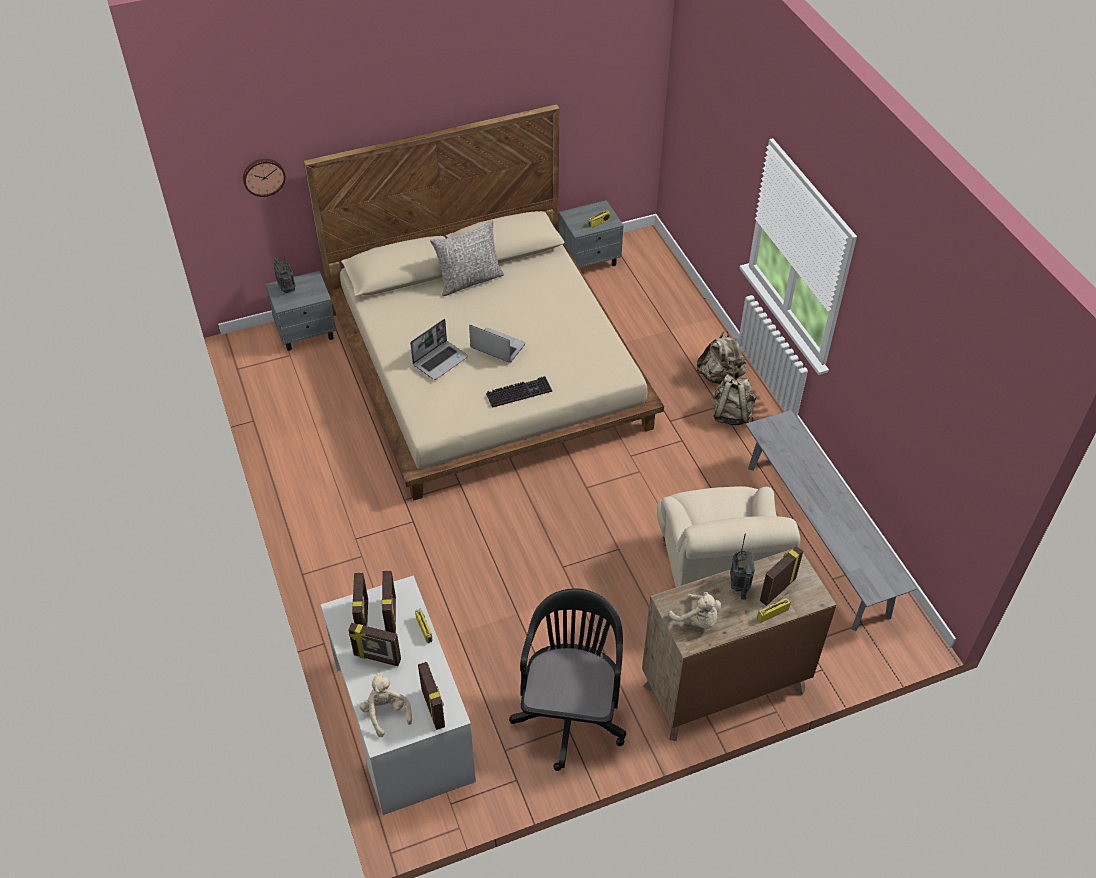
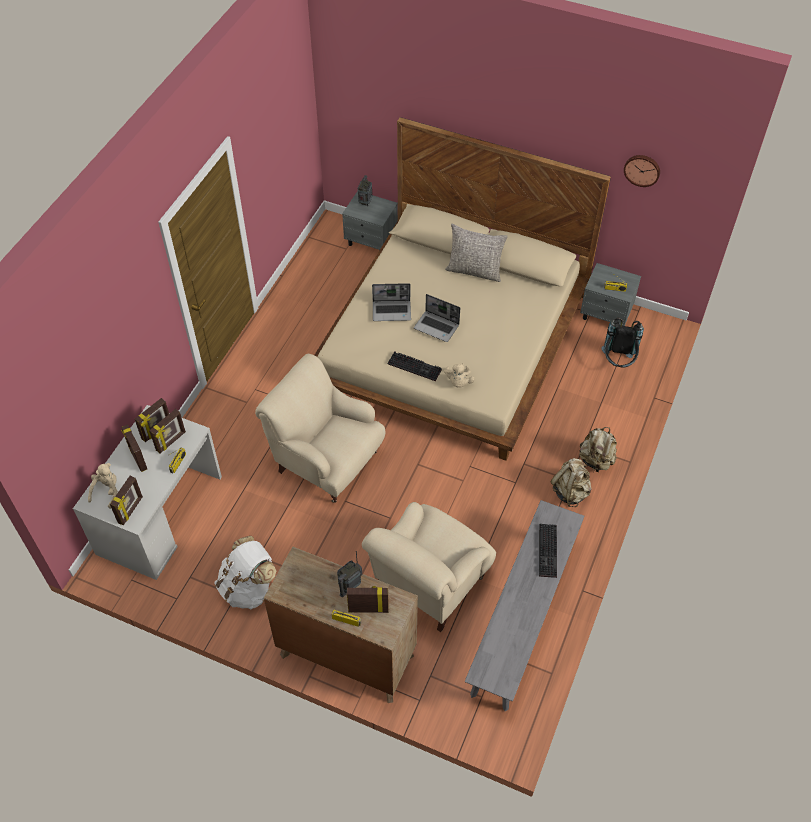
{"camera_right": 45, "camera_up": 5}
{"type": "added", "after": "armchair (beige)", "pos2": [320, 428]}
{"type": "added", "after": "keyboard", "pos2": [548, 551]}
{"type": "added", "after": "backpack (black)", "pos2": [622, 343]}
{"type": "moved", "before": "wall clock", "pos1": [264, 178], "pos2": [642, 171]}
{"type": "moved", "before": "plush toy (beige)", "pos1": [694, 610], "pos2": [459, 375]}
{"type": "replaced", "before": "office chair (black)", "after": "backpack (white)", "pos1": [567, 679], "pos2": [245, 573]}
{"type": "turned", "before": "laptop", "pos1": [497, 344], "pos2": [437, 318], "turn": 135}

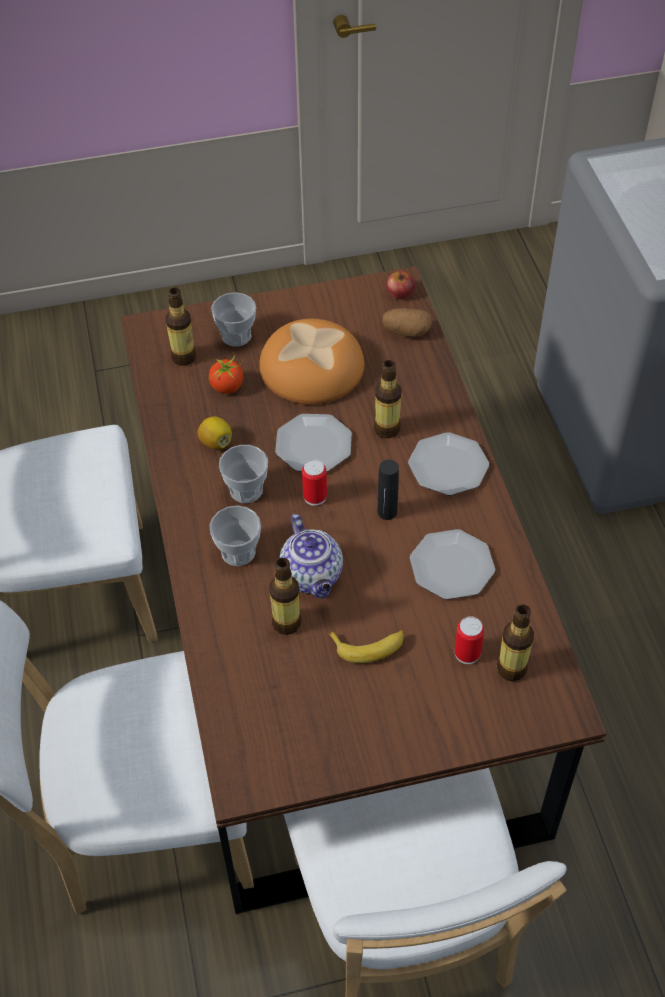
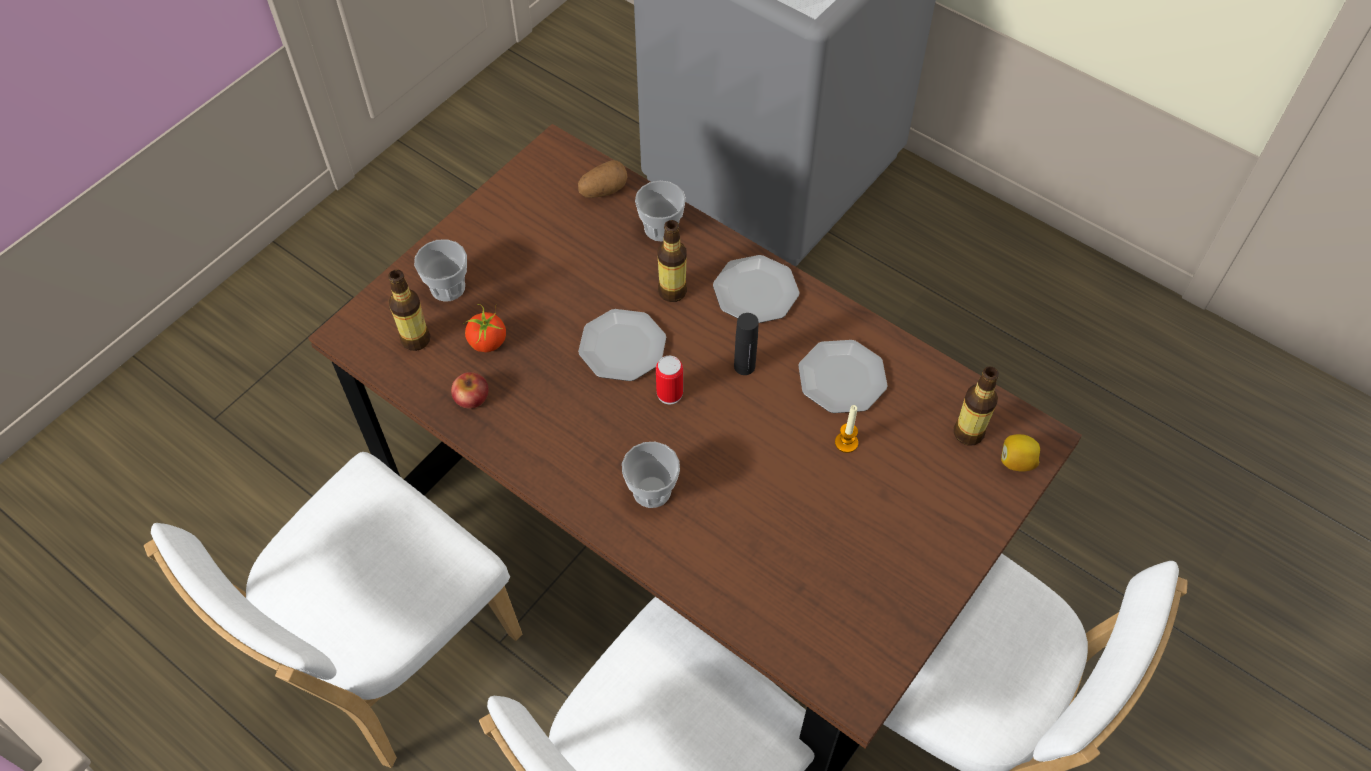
{"camera_right": -40, "camera_up": 5}
{"type": "removed", "before": "bread", "pos1": [311, 361]}
{"type": "removed", "before": "bottle", "pos1": [285, 596]}
{"type": "removed", "before": "teapot", "pos1": [311, 556]}
{"type": "removed", "before": "banana", "pos1": [366, 646]}
{"type": "removed", "before": "can", "pos1": [469, 640]}
{"type": "added", "after": "candle", "pos2": [846, 429]}
{"type": "moved", "before": "lemon", "pos1": [215, 433], "pos2": [1020, 452]}
{"type": "moved", "before": "cup", "pos1": [243, 474], "pos2": [660, 210]}
{"type": "moved", "before": "apple", "pos1": [400, 285], "pos2": [469, 390]}

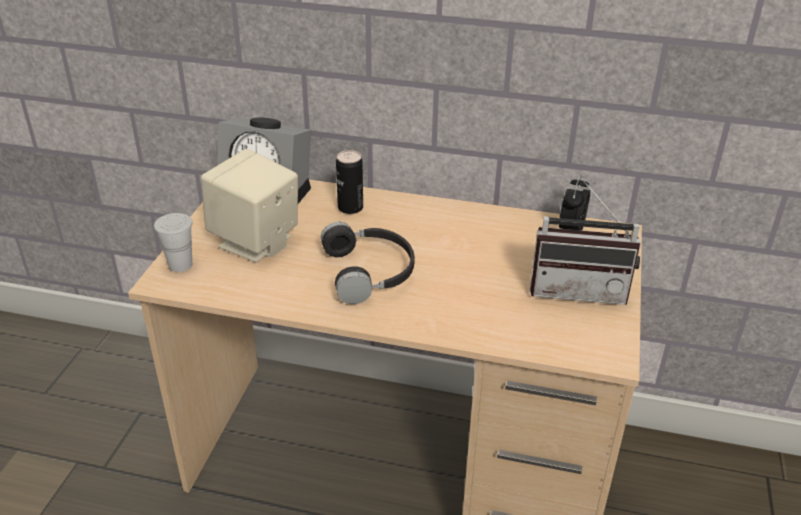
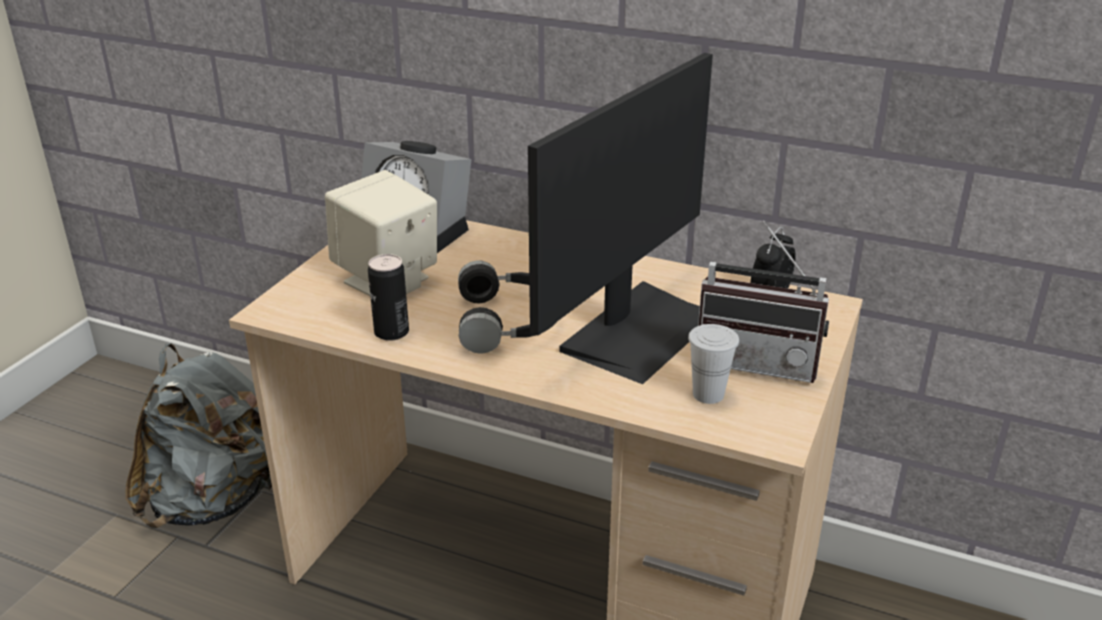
{"camera_right": 10, "camera_up": -5}
{"type": "added", "after": "backpack (grey)", "pos2": [198, 435]}
{"type": "added", "after": "monitor", "pos2": [620, 218]}
{"type": "moved", "before": "cup (white)", "pos1": [173, 242], "pos2": [713, 364]}
{"type": "moved", "before": "can", "pos1": [349, 182], "pos2": [388, 297]}

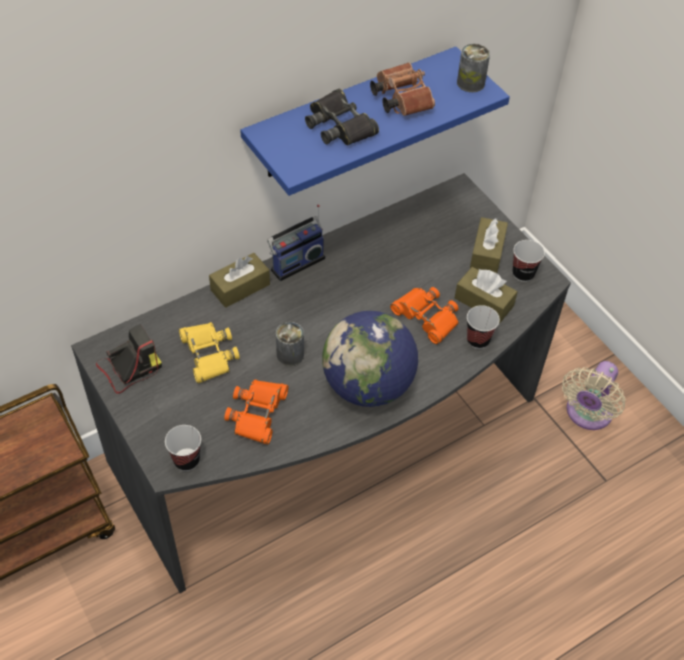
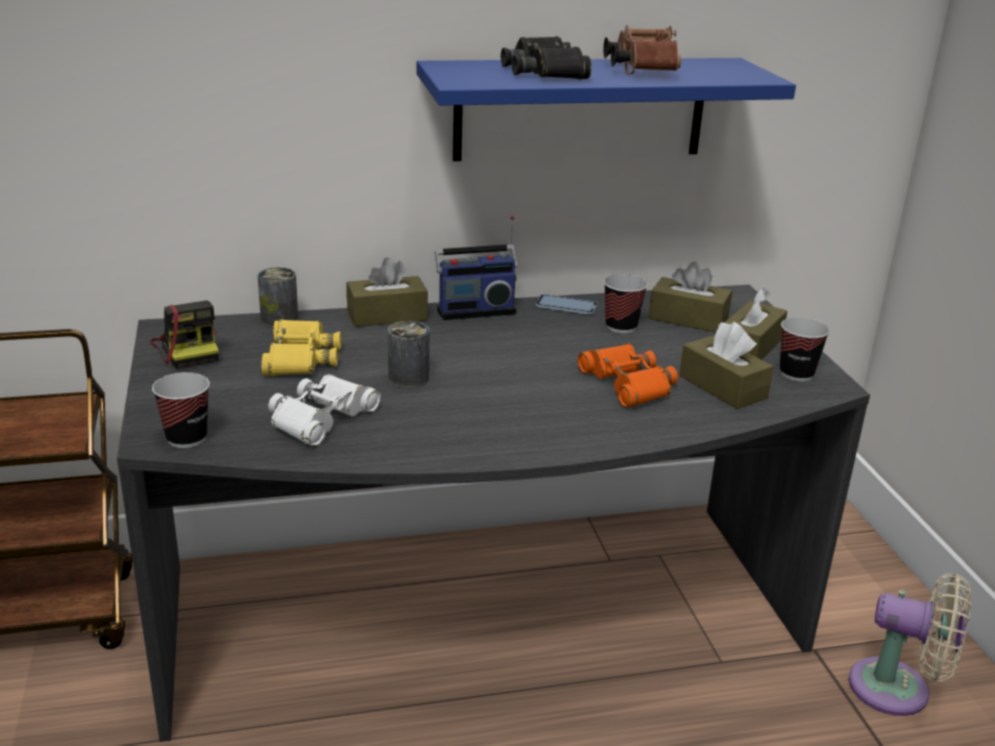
{"camera_right": 20, "camera_up": -25}
{"type": "removed", "before": "globe", "pos1": [370, 359]}
{"type": "added", "after": "phone", "pos2": [566, 304]}
{"type": "added", "after": "tissue box (brown)", "pos2": [690, 297]}
{"type": "moved", "before": "can", "pos1": [473, 68], "pos2": [278, 297]}
{"type": "moved", "before": "cup", "pos1": [483, 327], "pos2": [626, 303]}
{"type": "recoloured", "before": "binoculars (orange)", "after": "binoculars (white)", "pos1": [256, 412], "pos2": [324, 410]}
{"type": "turned", "before": "photo camera", "pos1": [129, 359], "pos2": [184, 334], "turn": 75}
{"type": "turned", "before": "fan (beige)", "pos1": [593, 395], "pos2": [910, 644], "turn": -120}

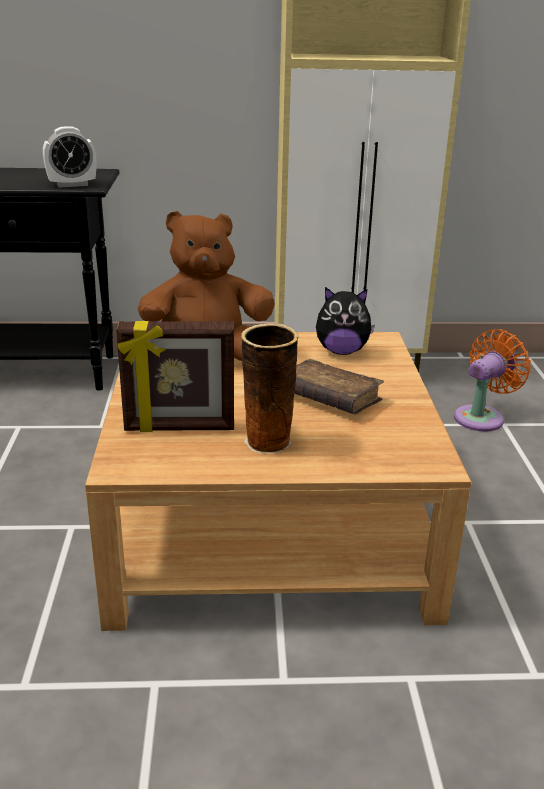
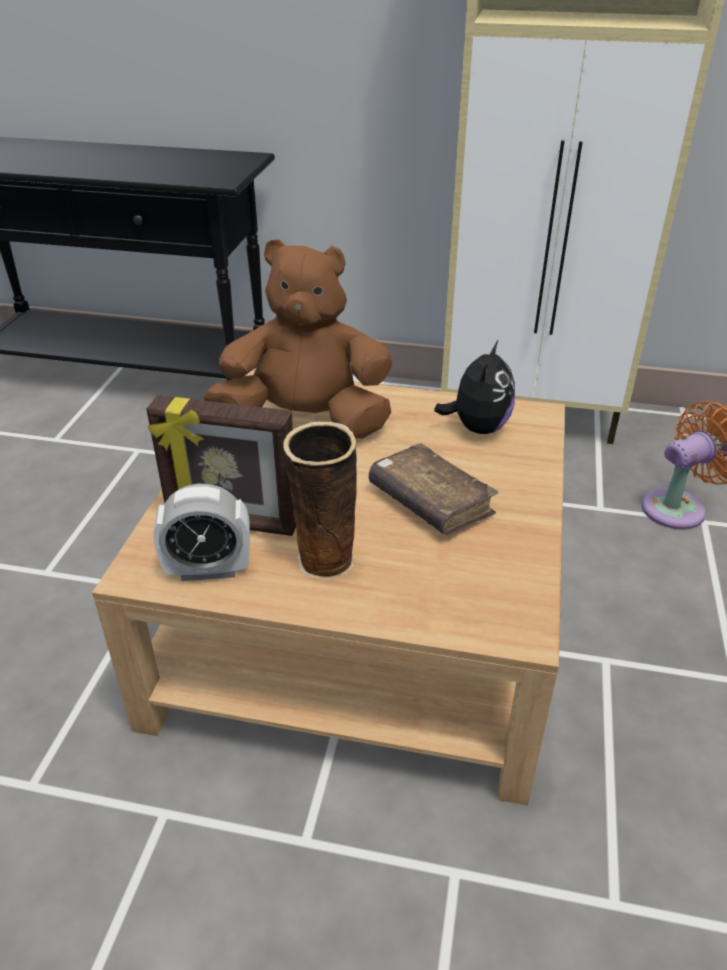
{"camera_right": 15, "camera_up": 10}
{"type": "moved", "before": "alarm clock", "pos1": [69, 157], "pos2": [202, 532]}
{"type": "turned", "before": "plush toy", "pos1": [345, 321], "pos2": [474, 387], "turn": -90}

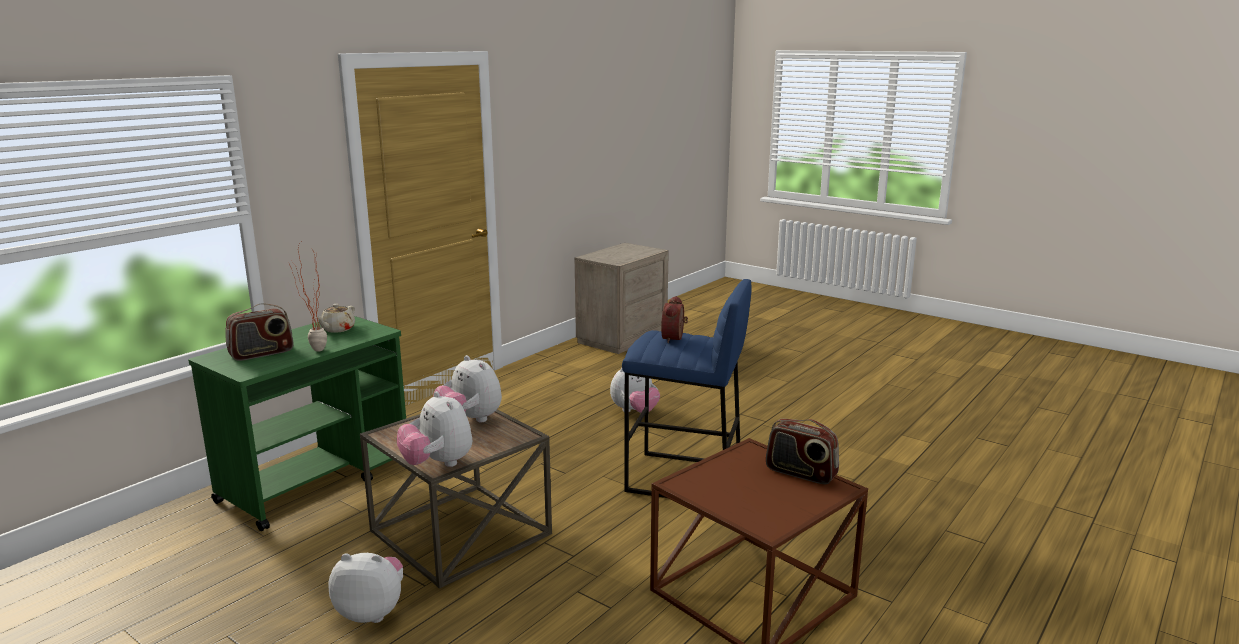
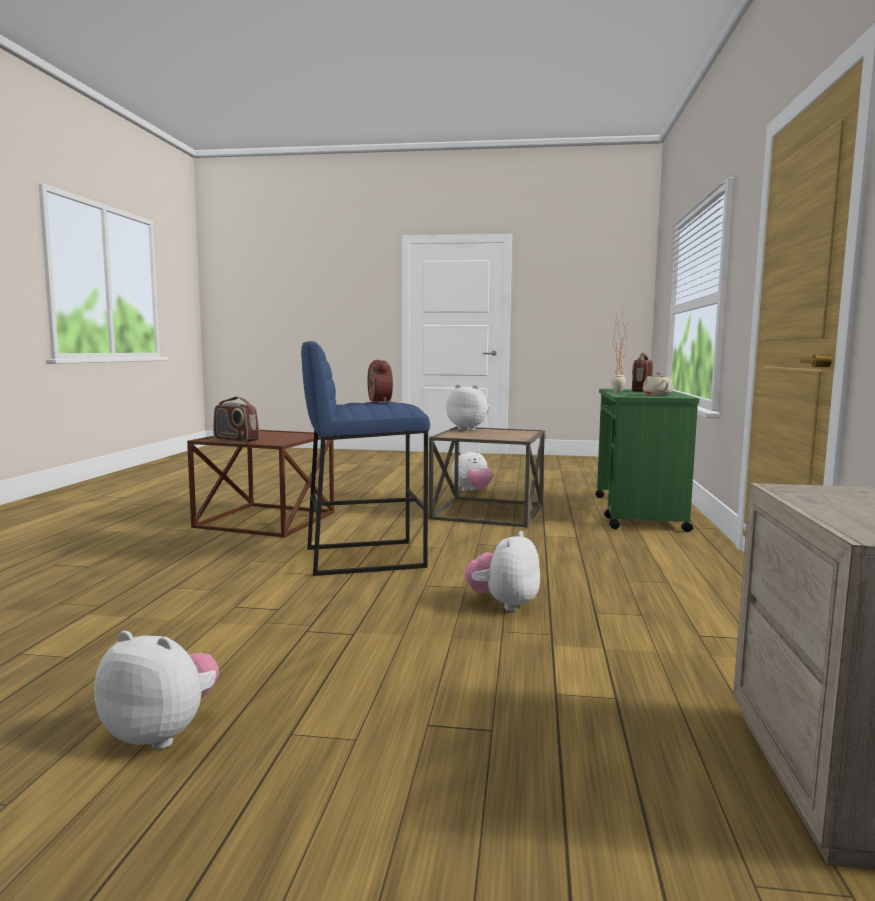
{"camera_right": 150, "camera_up": -10}
{"type": "moved", "before": "plush toy", "pos1": [467, 388], "pos2": [156, 690]}
{"type": "turned", "before": "radio", "pos1": [802, 451], "pos2": [236, 419], "turn": -150}

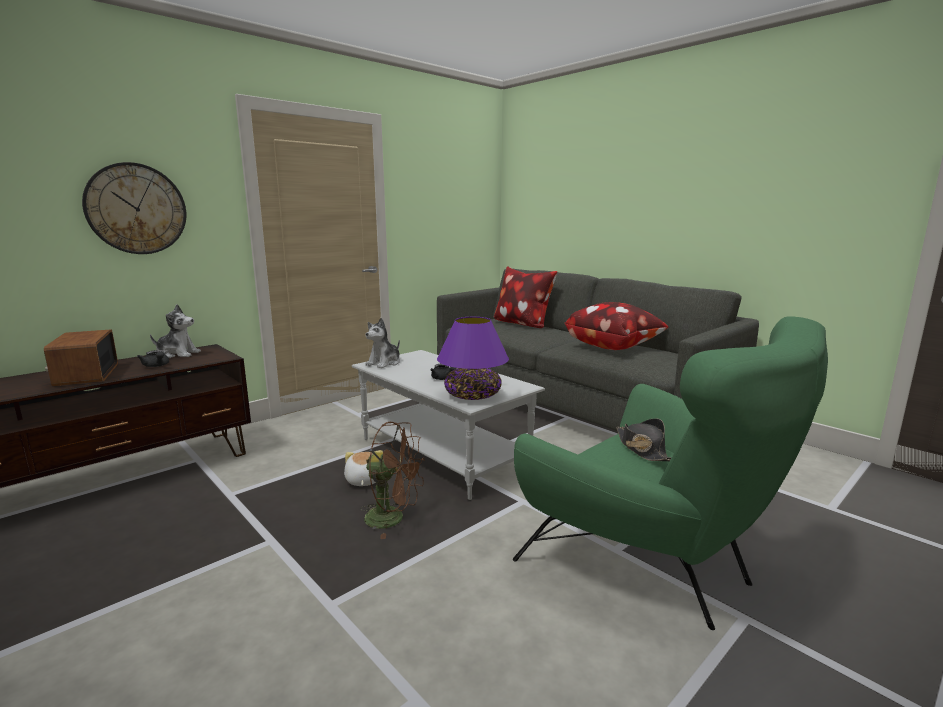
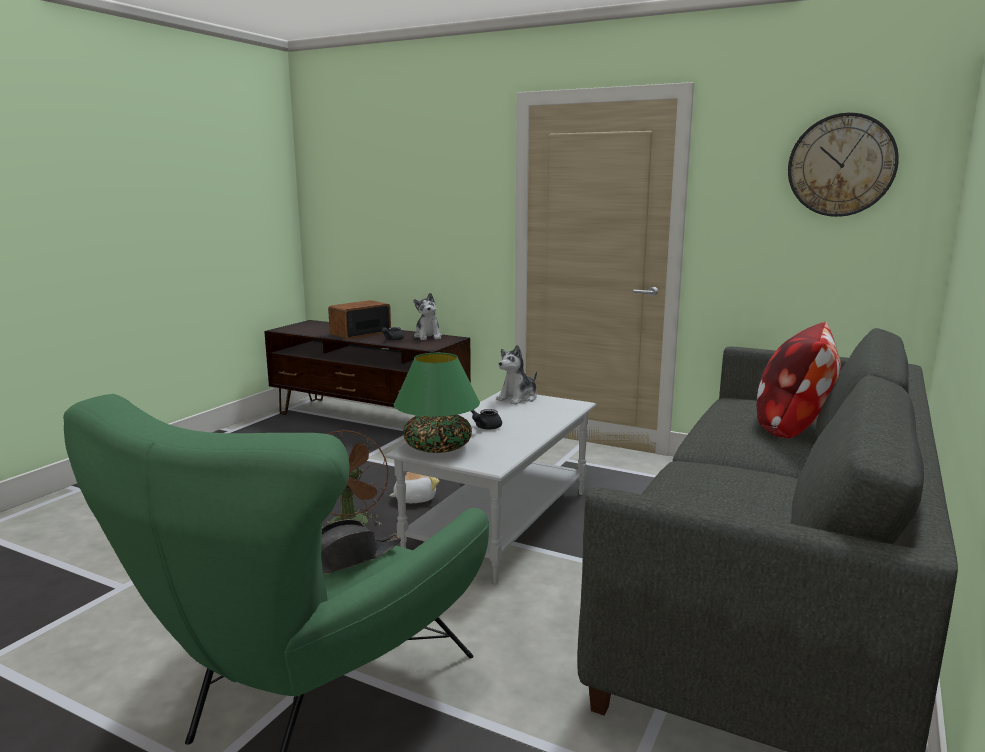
{"camera_right": 70, "camera_up": 0}
{"type": "removed", "before": "pillow", "pos1": [617, 326]}
{"type": "moved", "before": "wall clock", "pos1": [134, 208], "pos2": [843, 165]}
{"type": "recoloured", "before": "table lamp (purple)", "after": "table lamp (green)", "pos1": [473, 358], "pos2": [437, 403]}
{"type": "turned", "before": "plush toy", "pos1": [382, 343], "pos2": [516, 375], "turn": -60}

